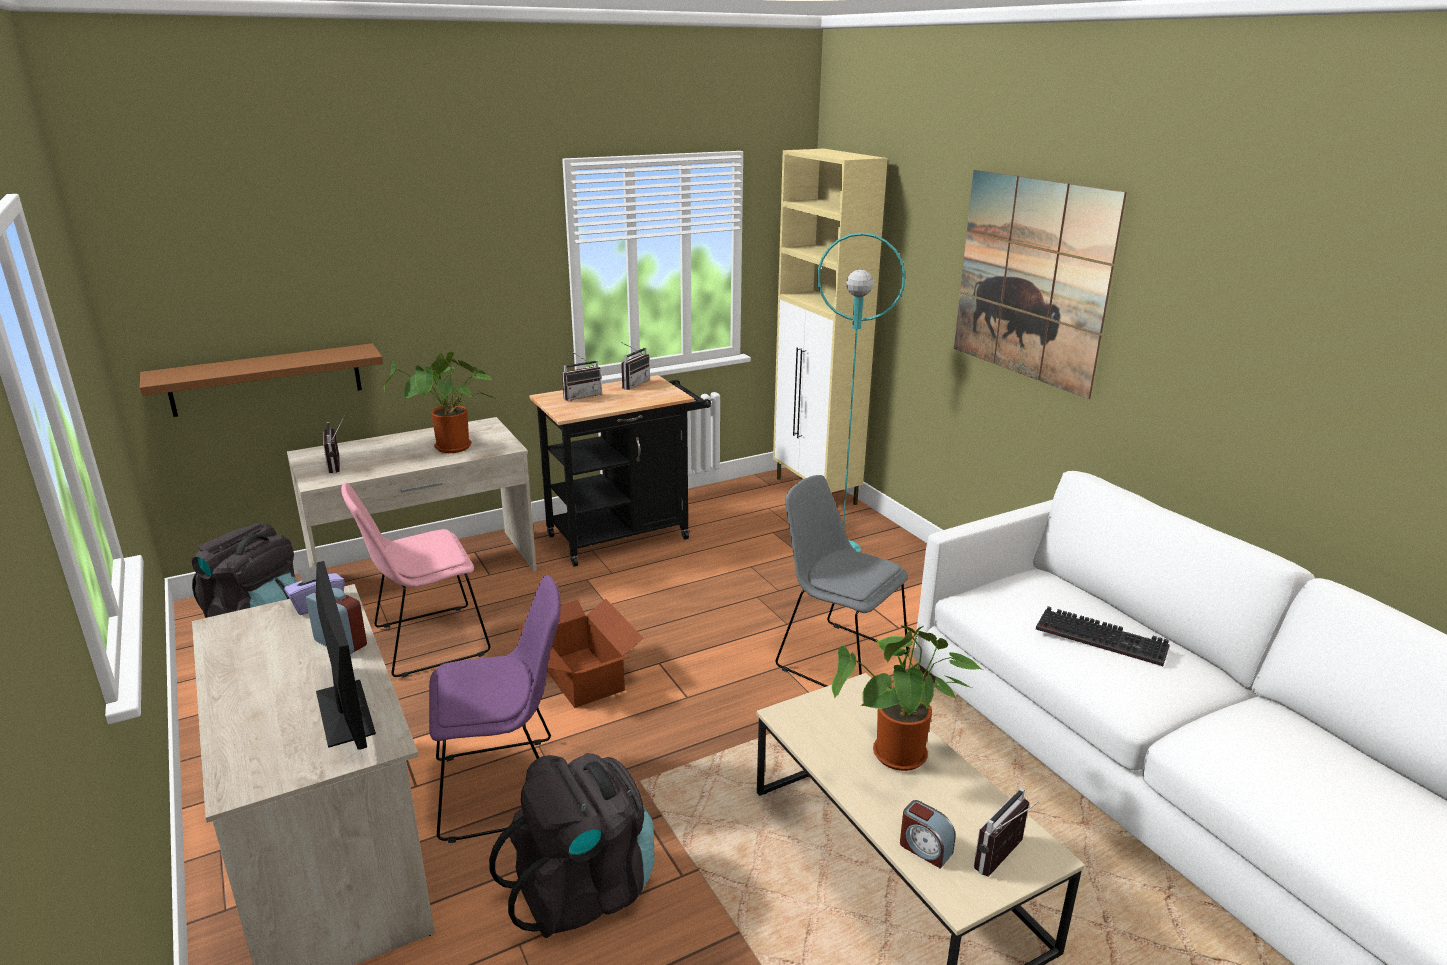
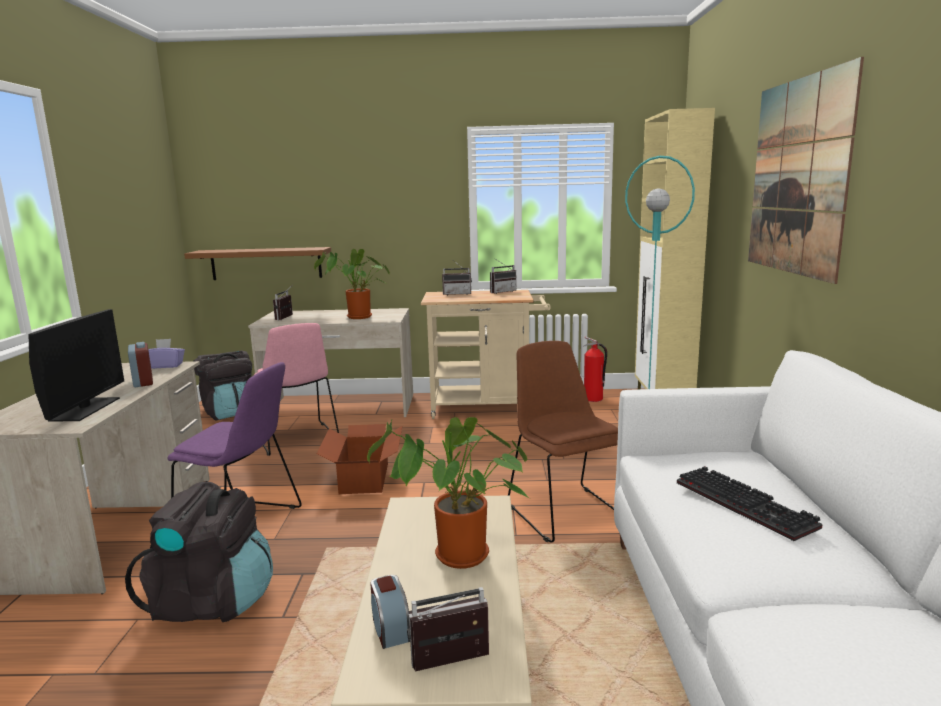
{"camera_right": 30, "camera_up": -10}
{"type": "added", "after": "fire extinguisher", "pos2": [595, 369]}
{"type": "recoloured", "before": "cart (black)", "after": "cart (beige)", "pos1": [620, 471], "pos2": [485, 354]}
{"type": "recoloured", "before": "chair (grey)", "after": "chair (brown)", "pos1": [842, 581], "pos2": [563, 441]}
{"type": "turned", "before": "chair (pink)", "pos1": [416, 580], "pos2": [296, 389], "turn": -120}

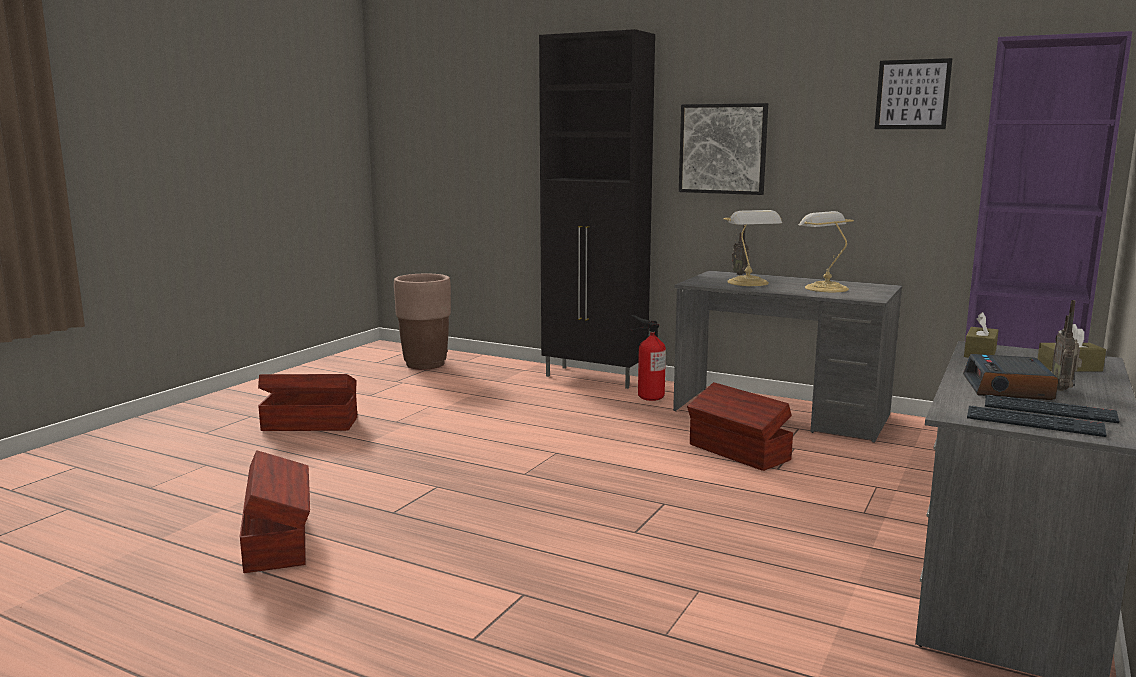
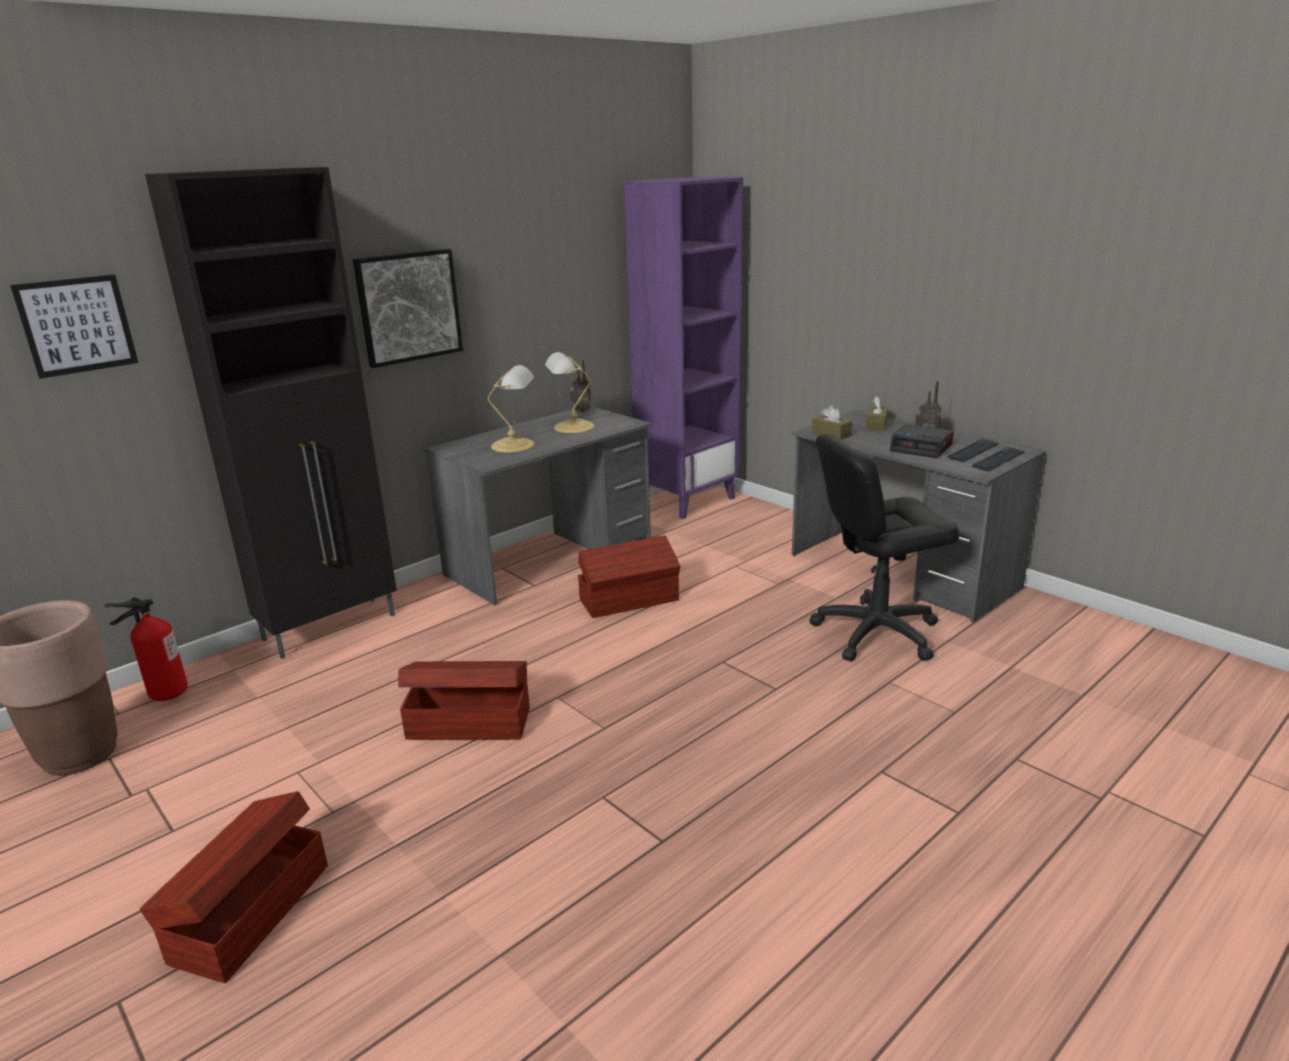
{"camera_right": -70, "camera_up": 10}
{"type": "added", "after": "office chair (black)", "pos2": [884, 547]}
{"type": "moved", "before": "storage box (brown)", "pos1": [275, 511], "pos2": [464, 700]}
{"type": "moved", "before": "fire extinguisher", "pos1": [648, 358], "pos2": [146, 649]}
{"type": "moved", "before": "radio", "pos1": [741, 250], "pos2": [581, 386]}
{"type": "moved", "before": "picture", "pos1": [914, 93], "pos2": [74, 326]}

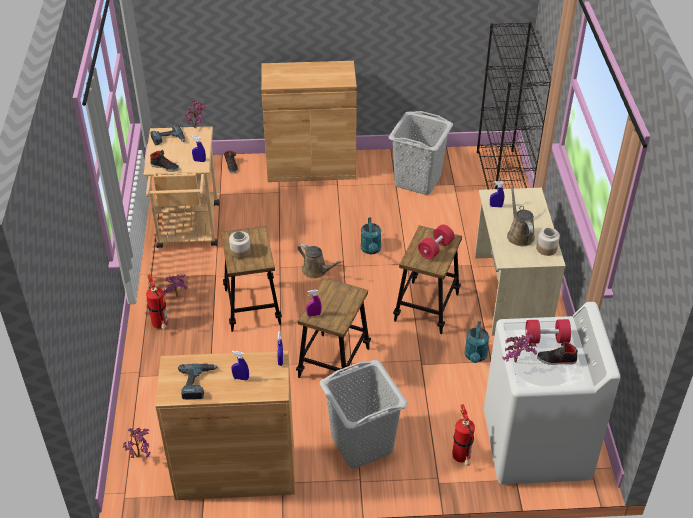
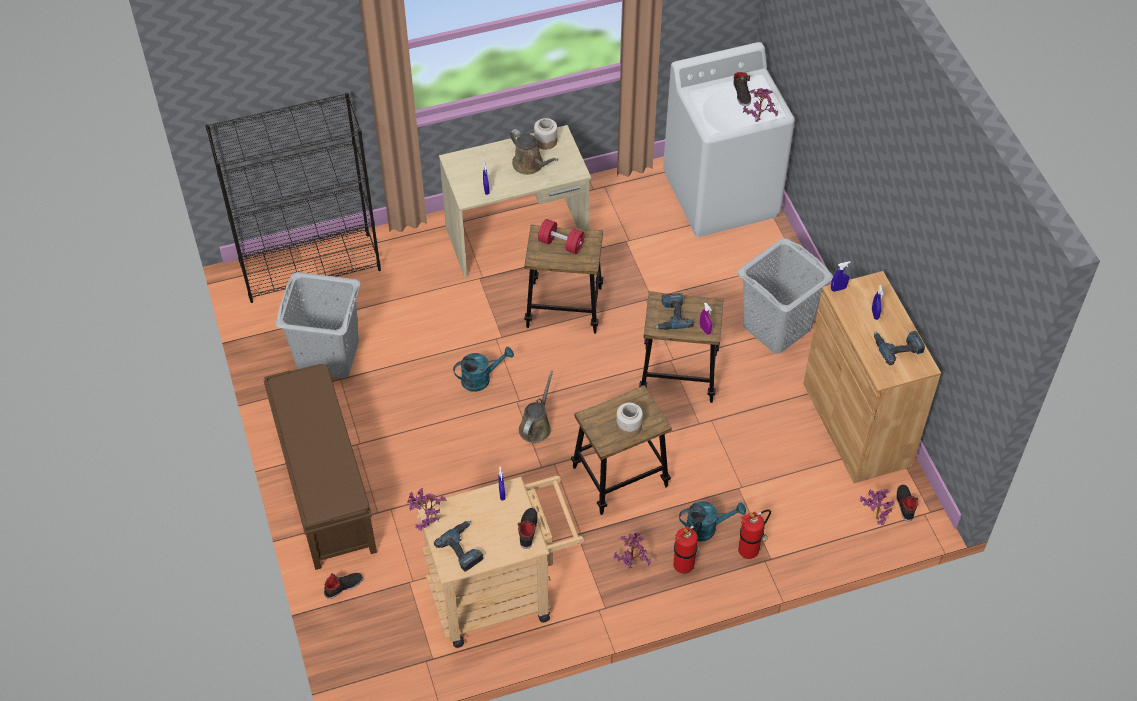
{"camera_right": -105, "camera_up": 10}
{"type": "removed", "before": "dumbbell (red)", "pos1": [548, 331]}
{"type": "added", "after": "power drill", "pos2": [674, 311]}
{"type": "added", "after": "shoe (black)", "pos2": [907, 503]}
{"type": "moved", "before": "fire extinguisher", "pos1": [463, 435], "pos2": [754, 534]}
{"type": "moved", "before": "watering can (turquoise)", "pos1": [477, 342], "pos2": [712, 521]}
{"type": "replaced", "before": "cabinet (brown)", "after": "bench (brown)", "pos1": [309, 121], "pos2": [320, 467]}
{"type": "turned", "before": "watering can (brown)", "pos1": [521, 215], "pos2": [533, 152], "turn": -105}

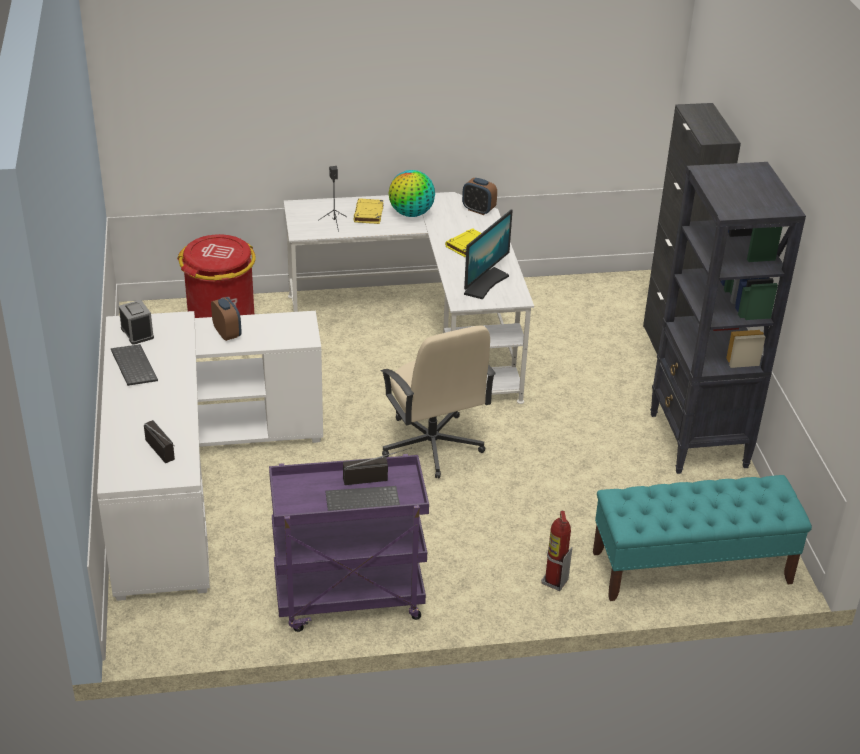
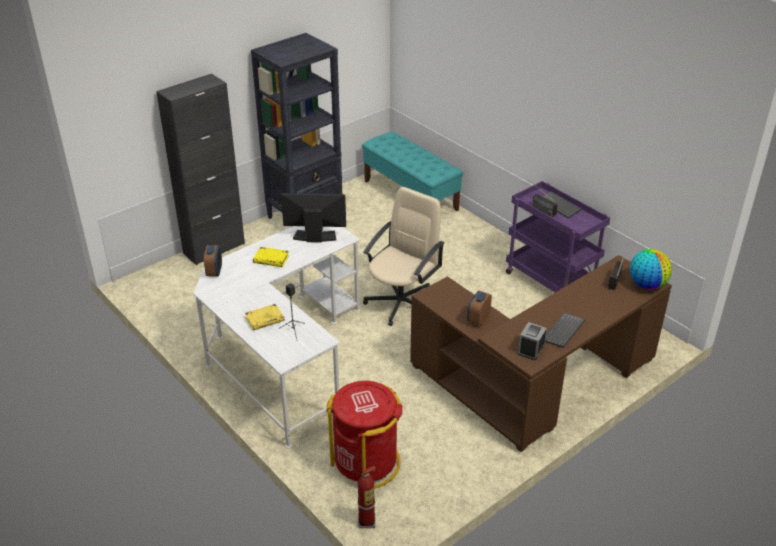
{"camera_right": -120, "camera_up": 0}
{"type": "moved", "before": "globe", "pos1": [411, 193], "pos2": [651, 269]}
{"type": "moved", "before": "fire extinguisher", "pos1": [556, 551], "pos2": [367, 497]}
{"type": "recoloured", "before": "desk (white)", "after": "desk (brown)", "pos1": [210, 456], "pos2": [541, 353]}

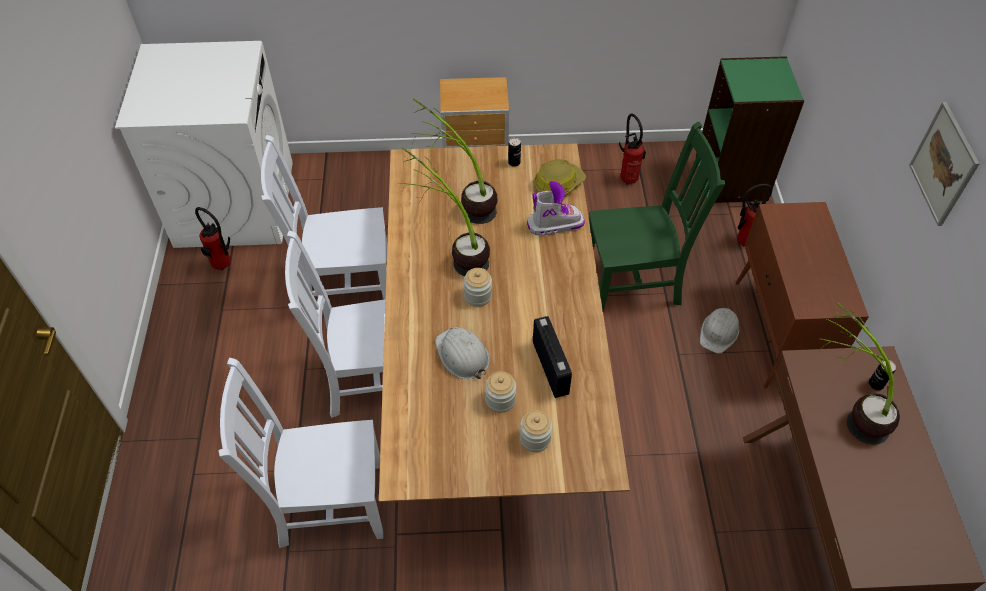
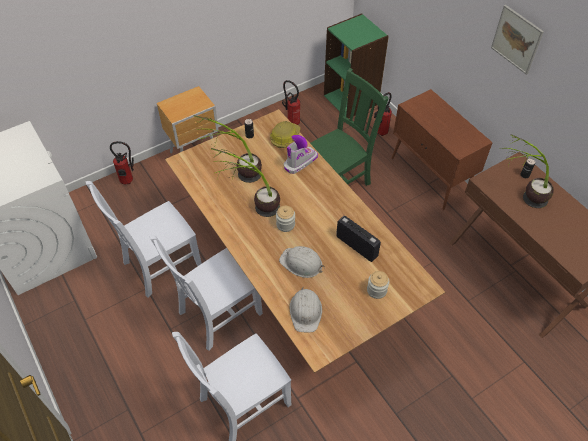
{"camera_right": -30, "camera_up": 0}
{"type": "removed", "before": "jar", "pos1": [500, 392]}
{"type": "moved", "before": "fire extinguisher", "pos1": [213, 238], "pos2": [122, 162]}
{"type": "moved", "before": "hard hat (white)", "pos1": [719, 331], "pos2": [306, 309]}

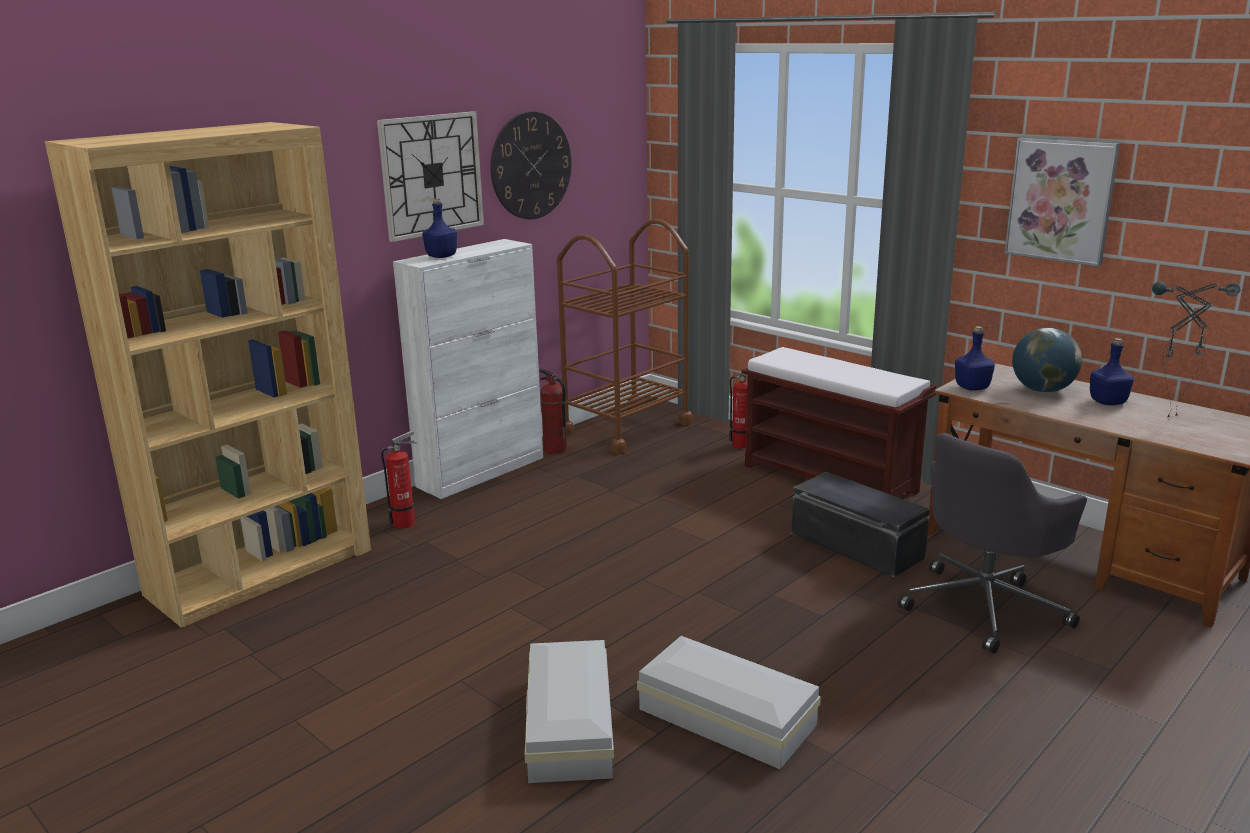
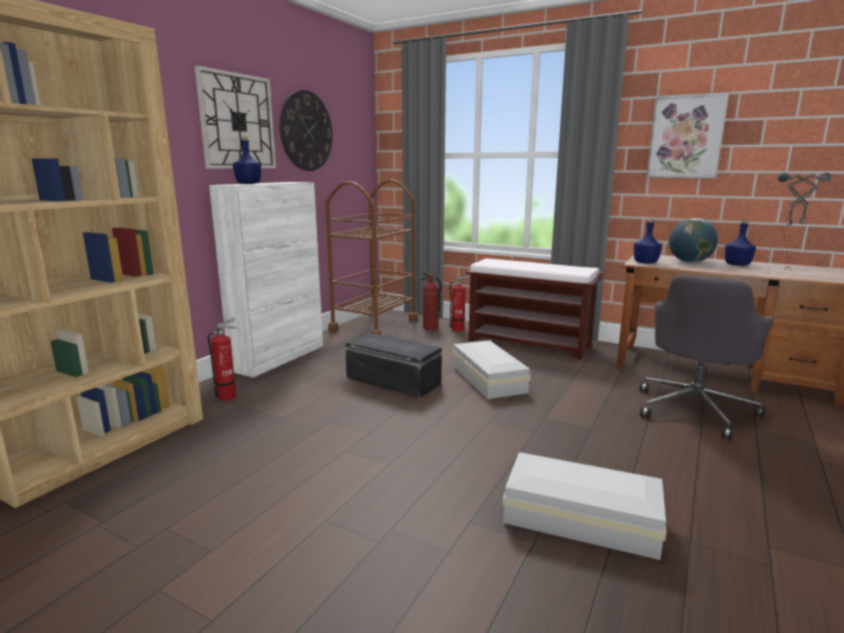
{"camera_right": -15, "camera_up": -5}
{"type": "moved", "before": "storage box (white)", "pos1": [569, 711], "pos2": [491, 370]}
{"type": "moved", "before": "fire extinguisher", "pos1": [553, 411], "pos2": [431, 301]}
{"type": "moved", "before": "storage box (black)", "pos1": [860, 524], "pos2": [393, 365]}

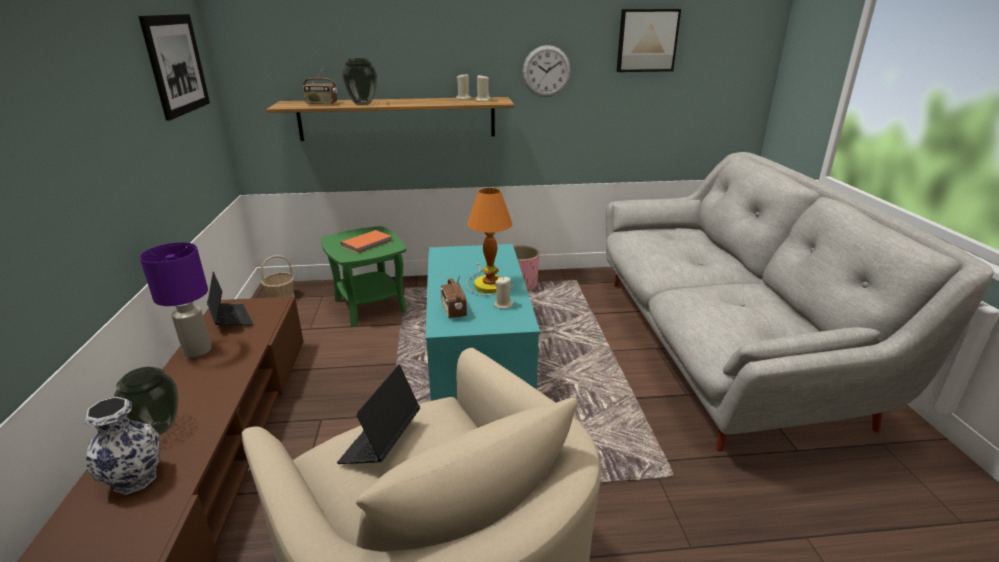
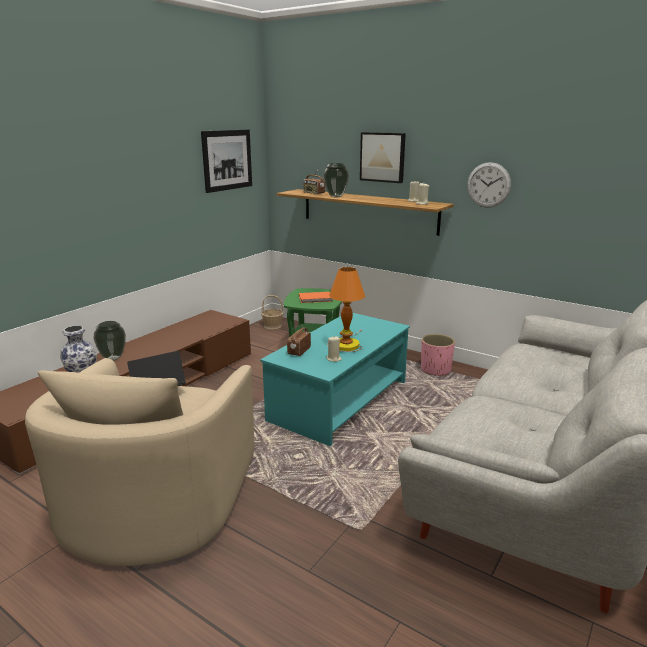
{"camera_right": 40, "camera_up": -5}
{"type": "removed", "before": "table lamp (purple)", "pos1": [175, 300]}
{"type": "removed", "before": "laptop", "pos1": [230, 299]}
{"type": "moved", "before": "picture", "pos1": [649, 40], "pos2": [383, 157]}

